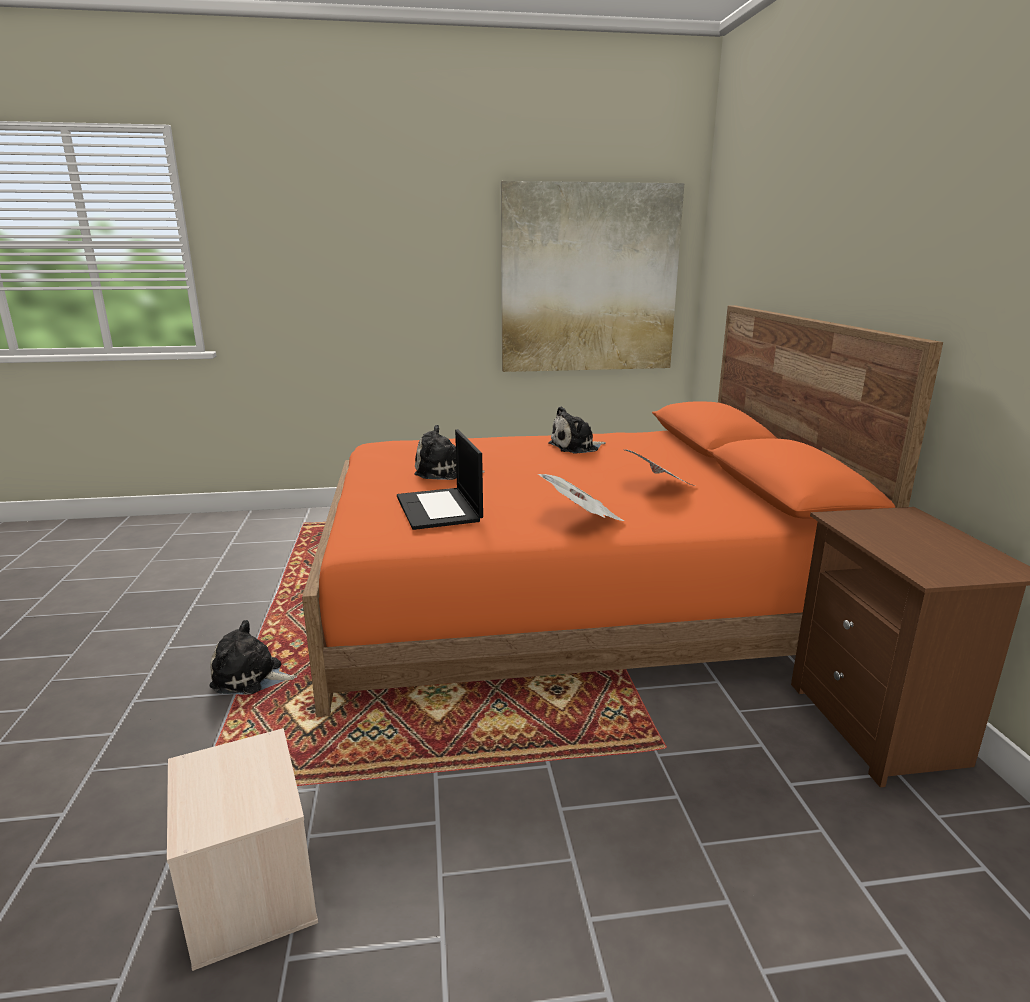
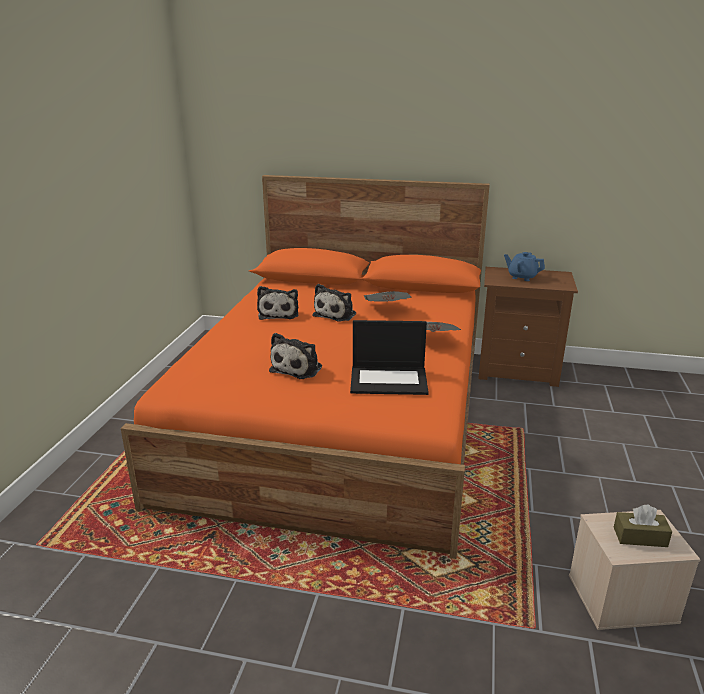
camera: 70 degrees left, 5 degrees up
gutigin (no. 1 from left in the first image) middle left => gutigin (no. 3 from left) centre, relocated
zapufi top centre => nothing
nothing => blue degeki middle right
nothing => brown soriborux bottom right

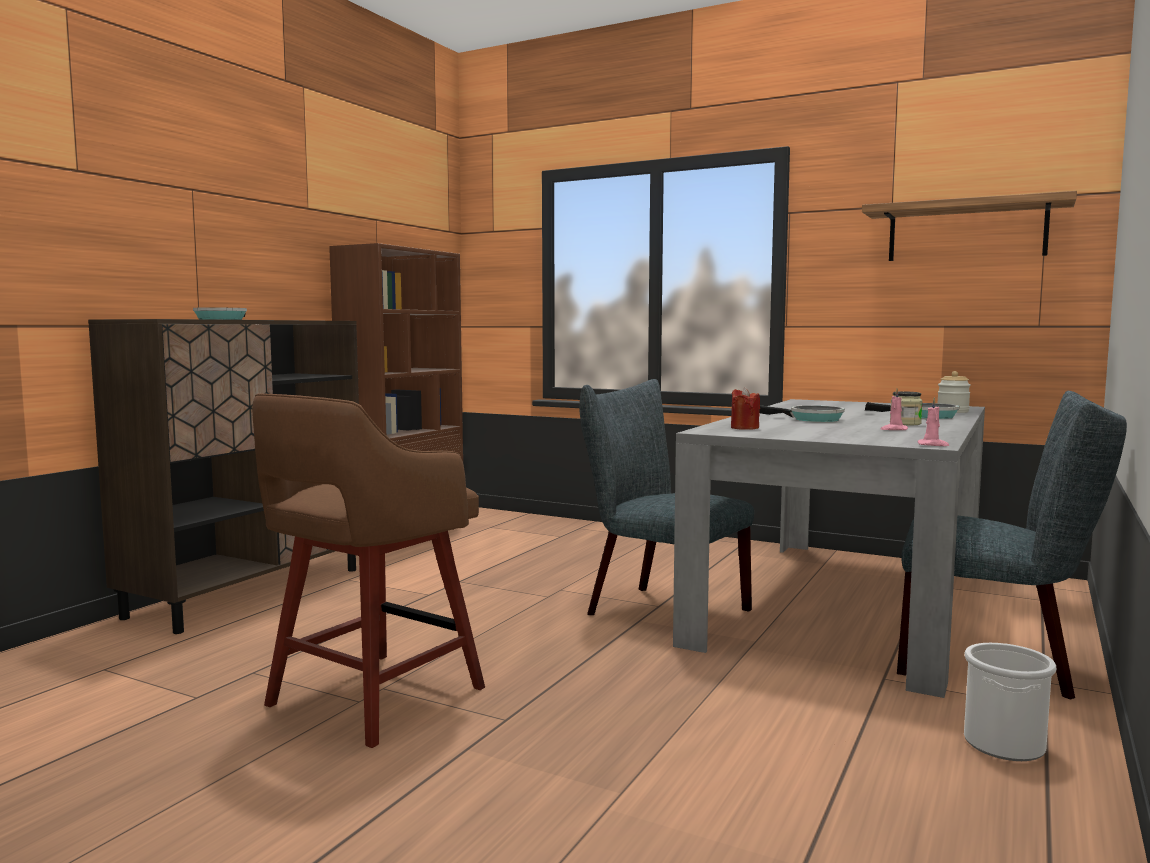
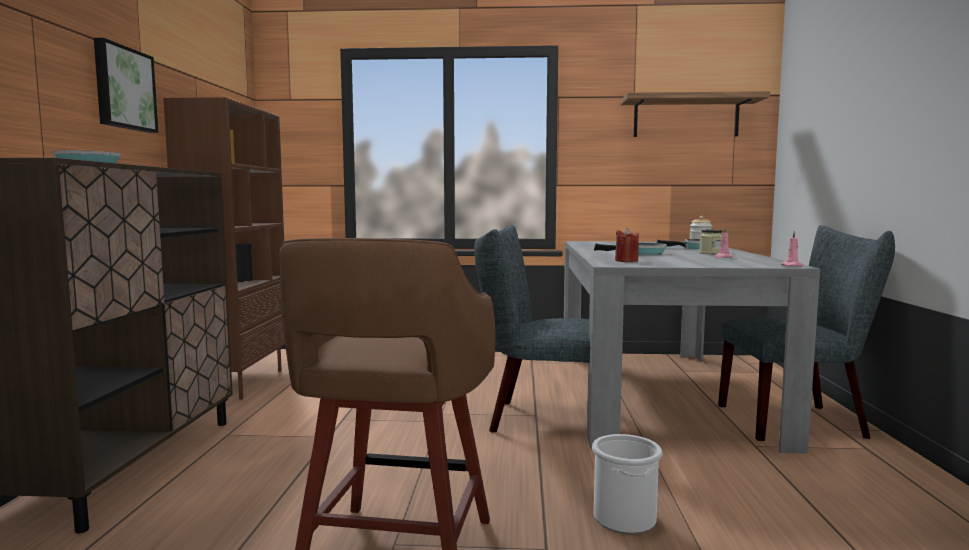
camera: 25 degrees left, 0 degrees up
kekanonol bottom right => kekanonol bottom centre, relocated
nothing => zapufi top left

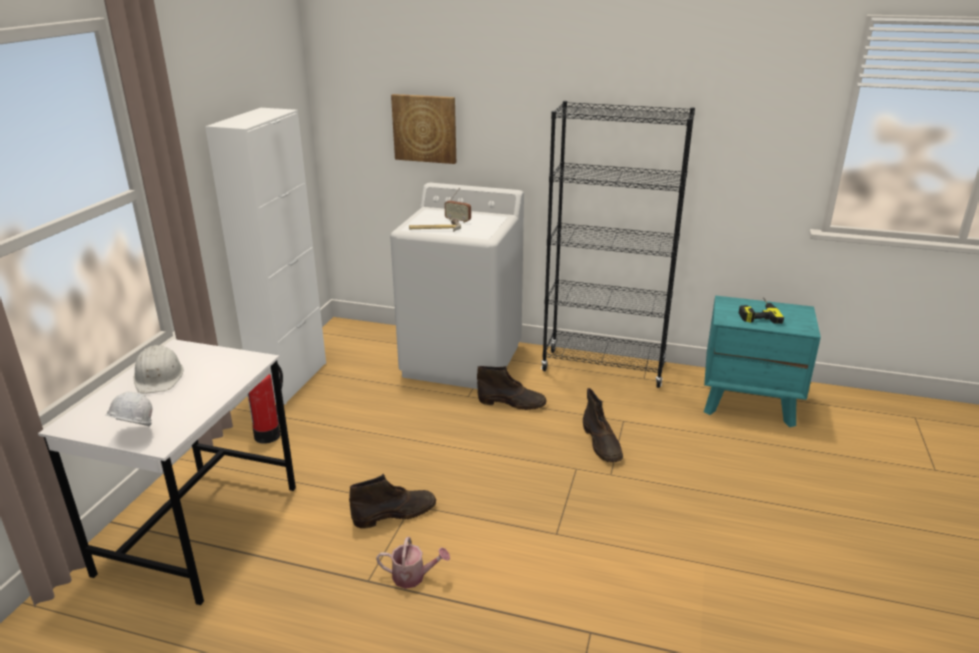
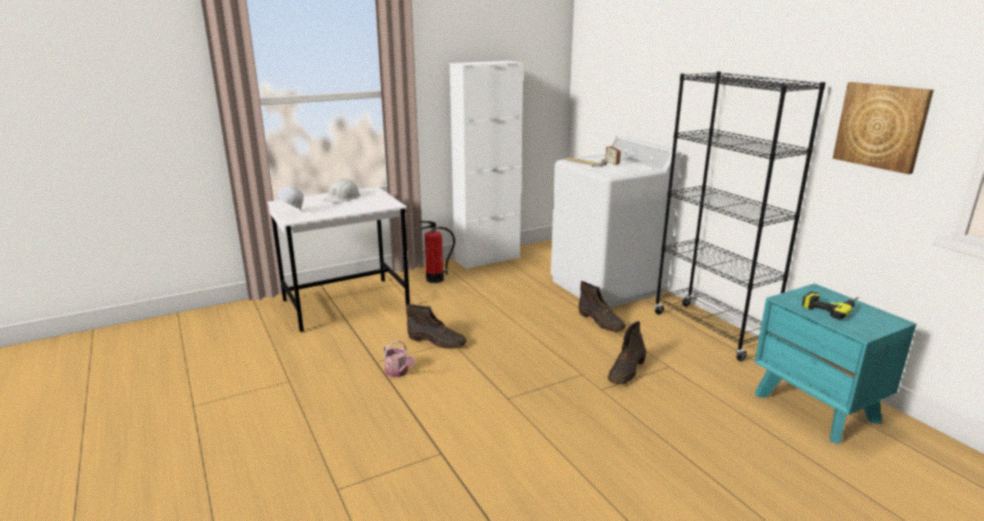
camera: 45 degrees right, 5 degrees down
zapufi top centre => zapufi top right, relocated

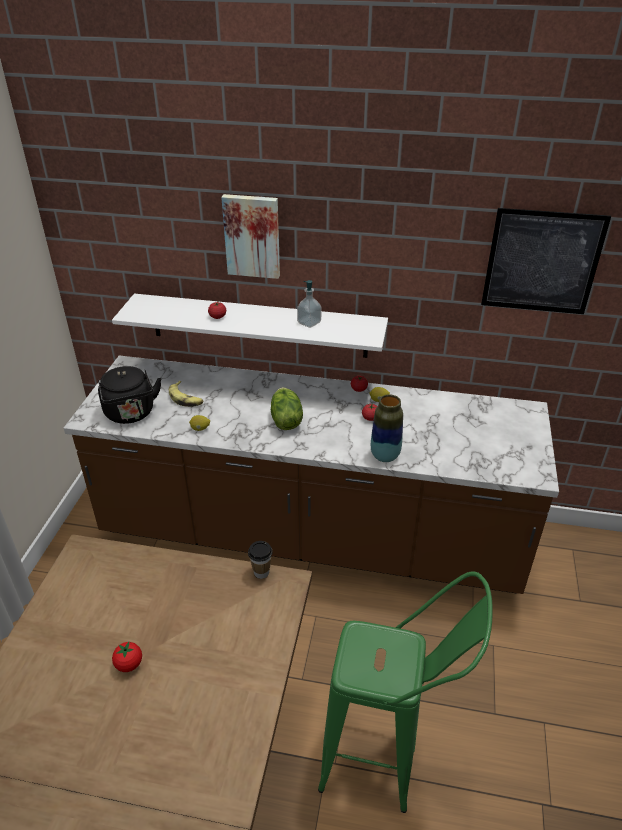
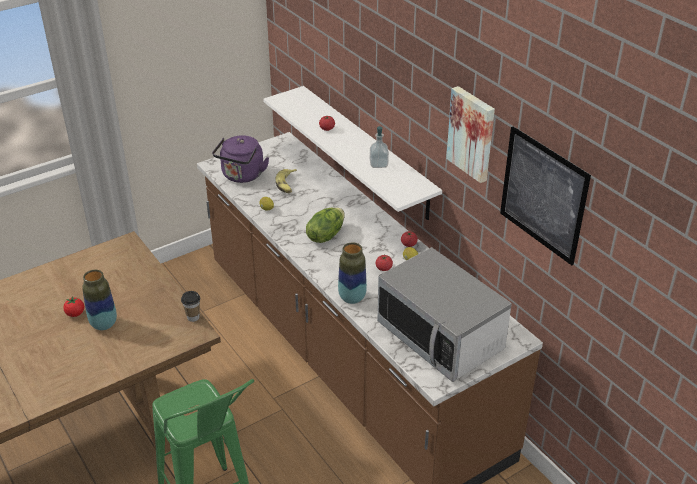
camera: 45 degrees right, 0 degrees up
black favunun middle left => purple favunun top centre
zapufi (no. 1 from left) top centre => zapufi (no. 1 from left) top right, relocated
nothing => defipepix (no. 1 from left) middle left
nothing => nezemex centre

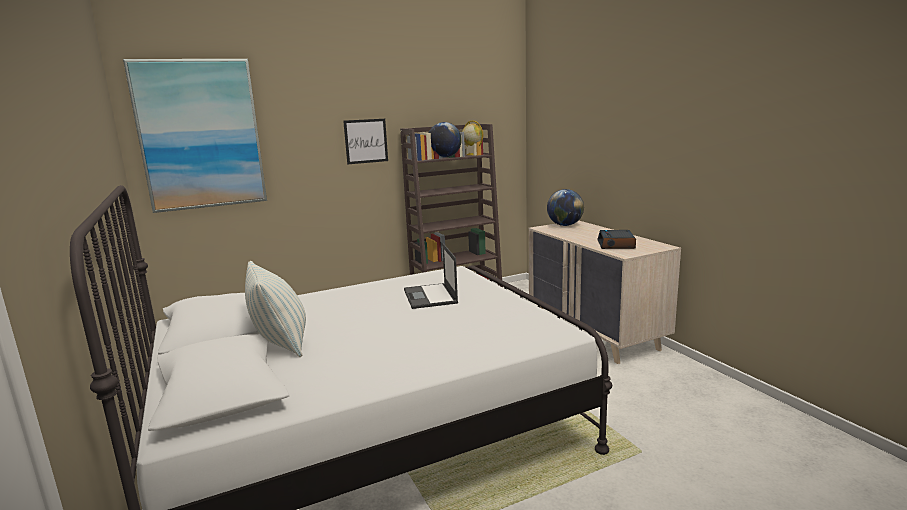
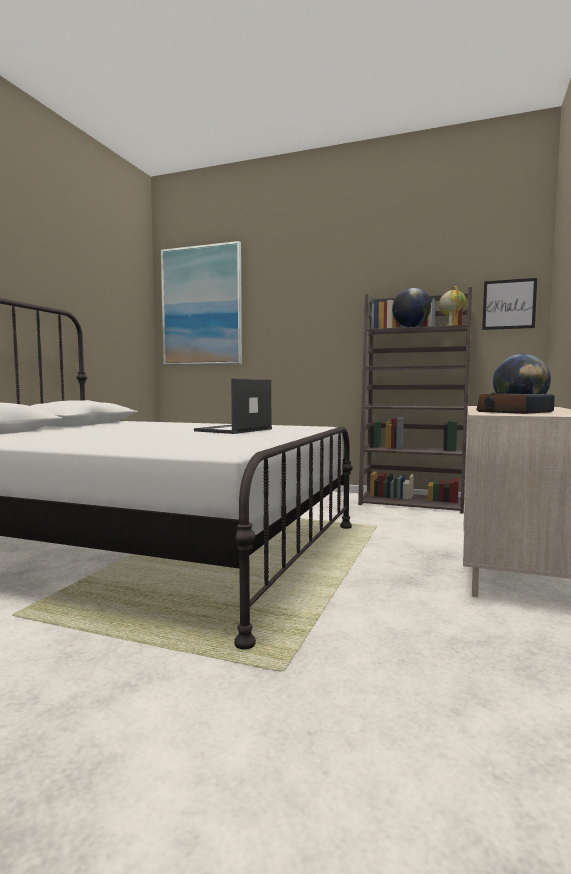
camera: 45 degrees right, 10 degrees down
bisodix middle left => nothing
zapufi (no. 2 from left) top centre => zapufi (no. 2 from left) middle right, relocated

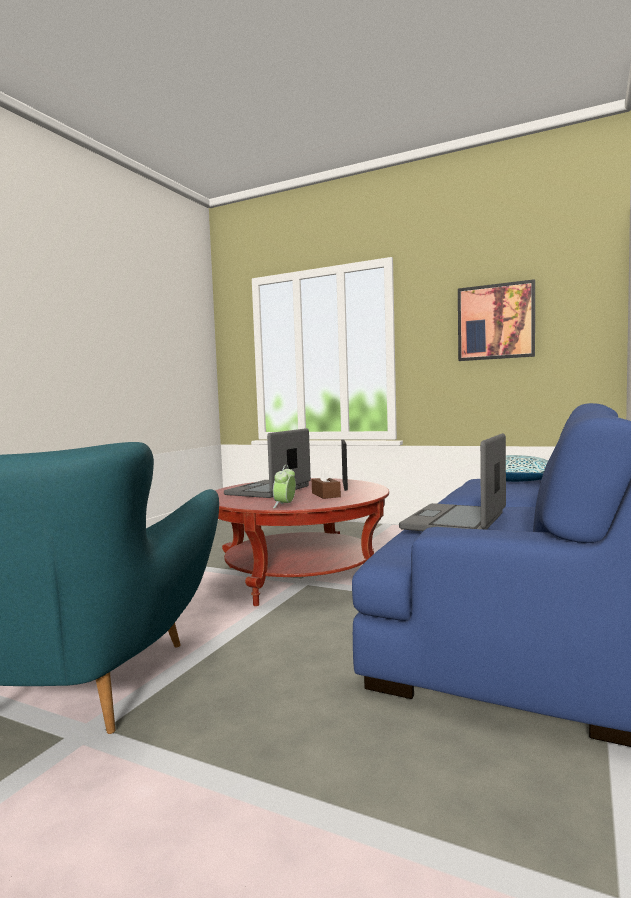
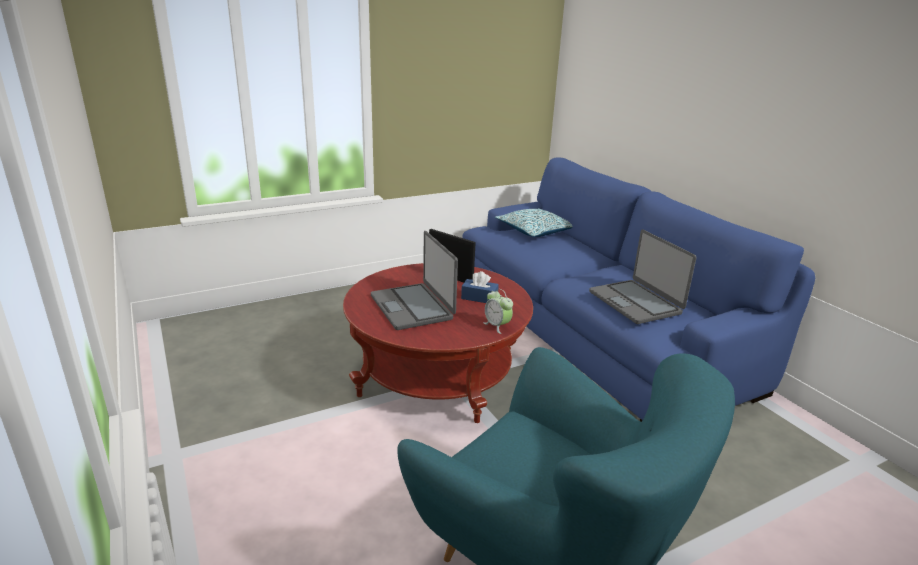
camera: 55 degrees left, 20 degrees up
brown soriborux centre => blue soriborux centre
zapufi middle right => nothing

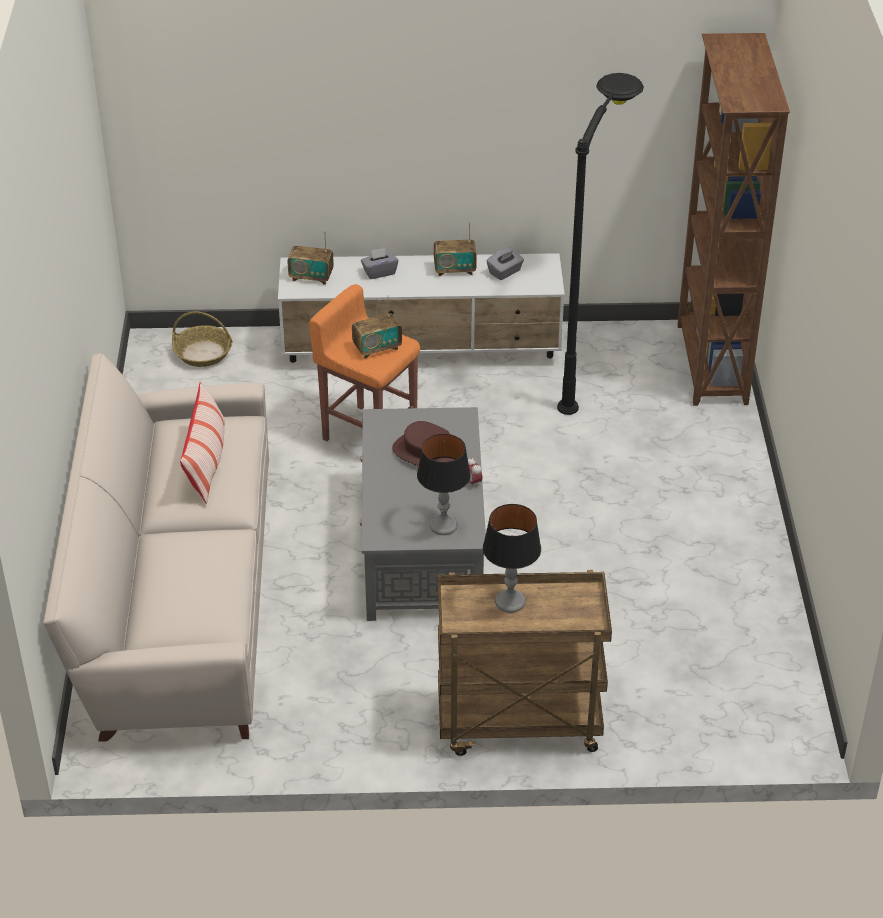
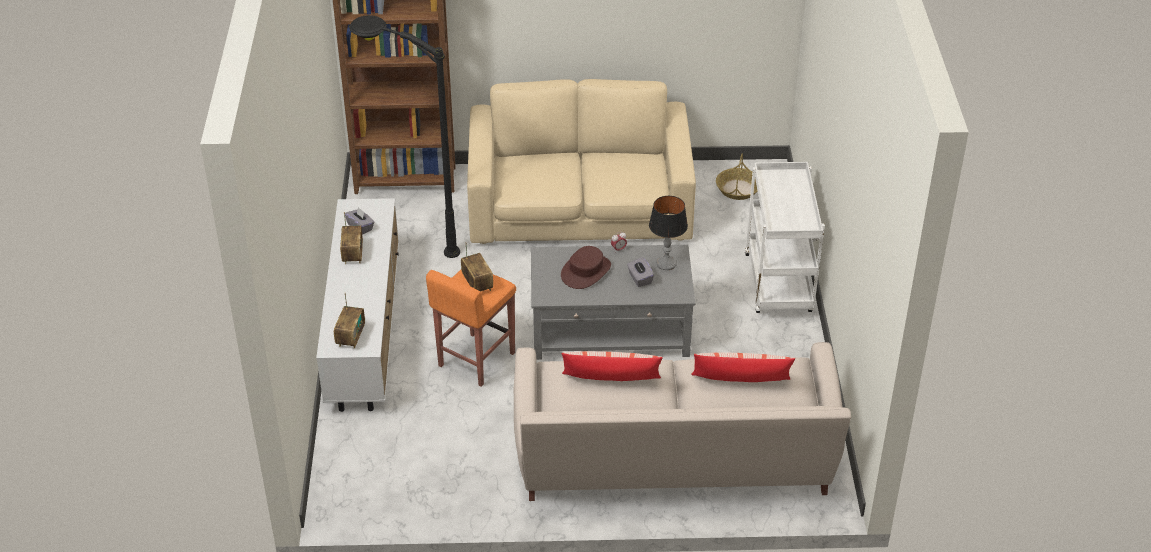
camera: 90 degrees left, 0 degrees up
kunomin middle left => kunomin top centre, relocated
grey soriborux (no. 1 from left in the first image) top centre => grey soriborux (no. 2 from left) centre, relocated
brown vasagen bottom centre => white vasagen middle right
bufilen (no. 2 from left) centre => nothing
nothing => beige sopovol (no. 1 from left) top centre
nothing => bisodix (no. 2 from left) centre

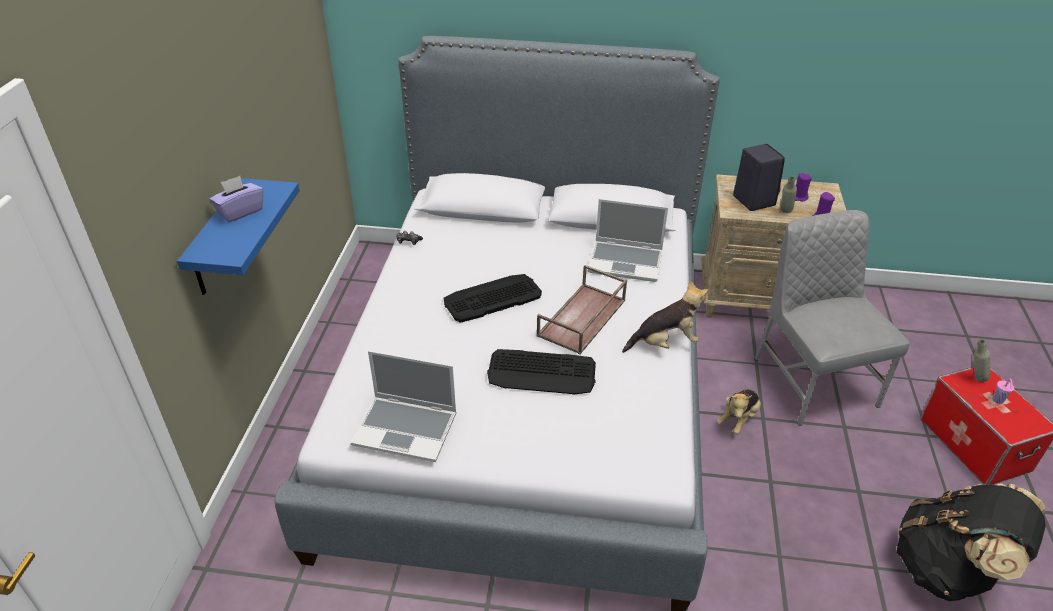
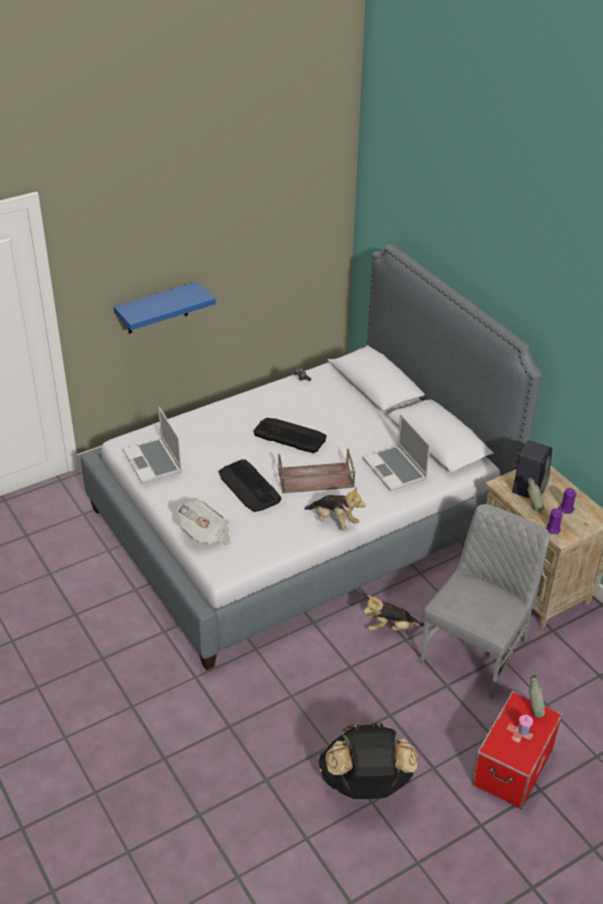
camera: 50 degrees right, 0 degrees up
purple soriborux top left => nothing
nothing => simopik centre

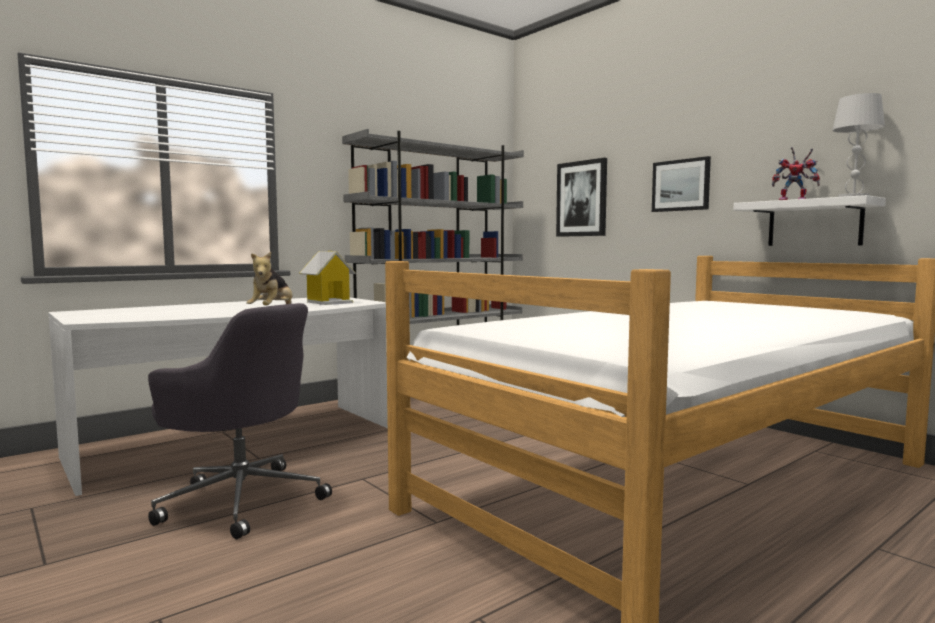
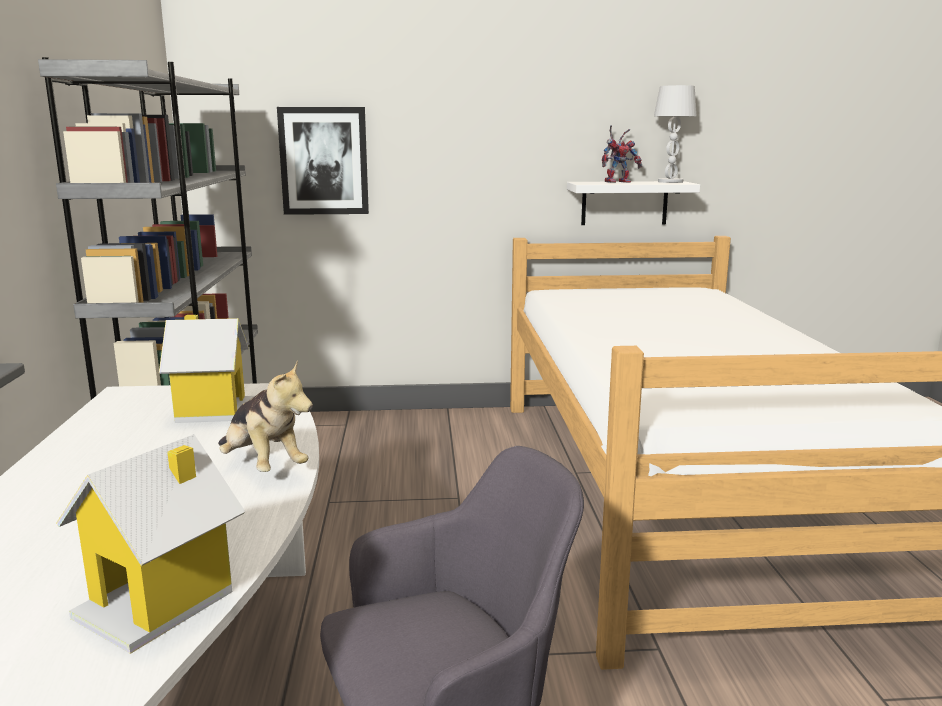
camera: 55 degrees left, 10 degrees up
zapufi (no. 2 from left) top right => nothing
nothing => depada (no. 1 from left) bottom left

